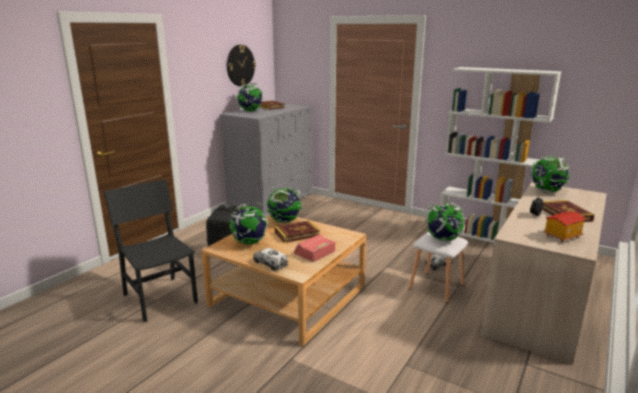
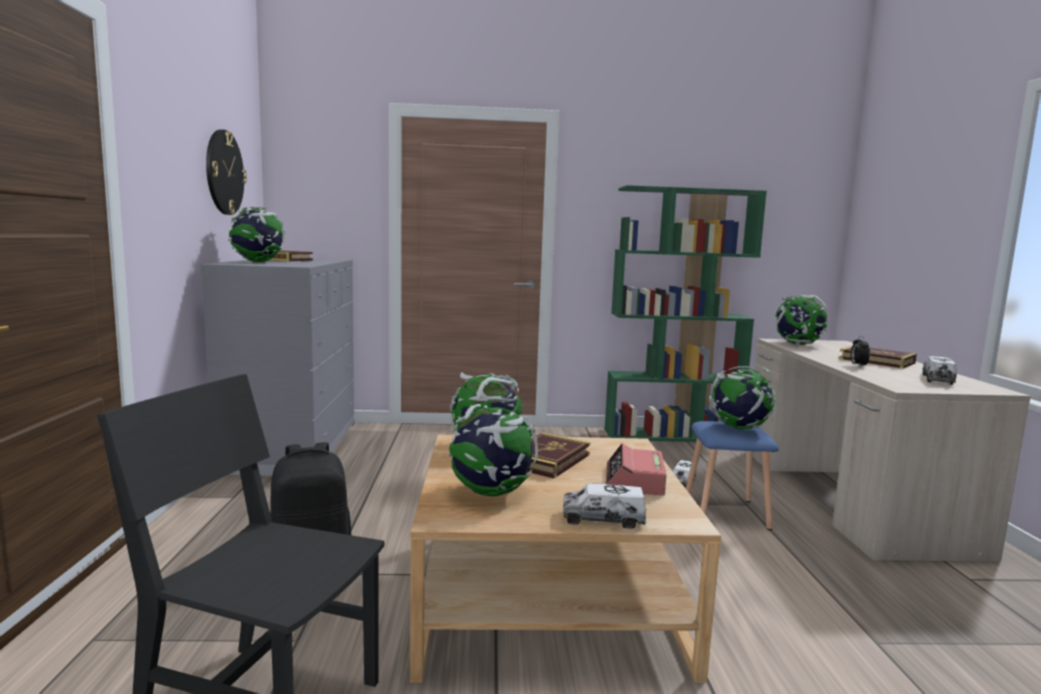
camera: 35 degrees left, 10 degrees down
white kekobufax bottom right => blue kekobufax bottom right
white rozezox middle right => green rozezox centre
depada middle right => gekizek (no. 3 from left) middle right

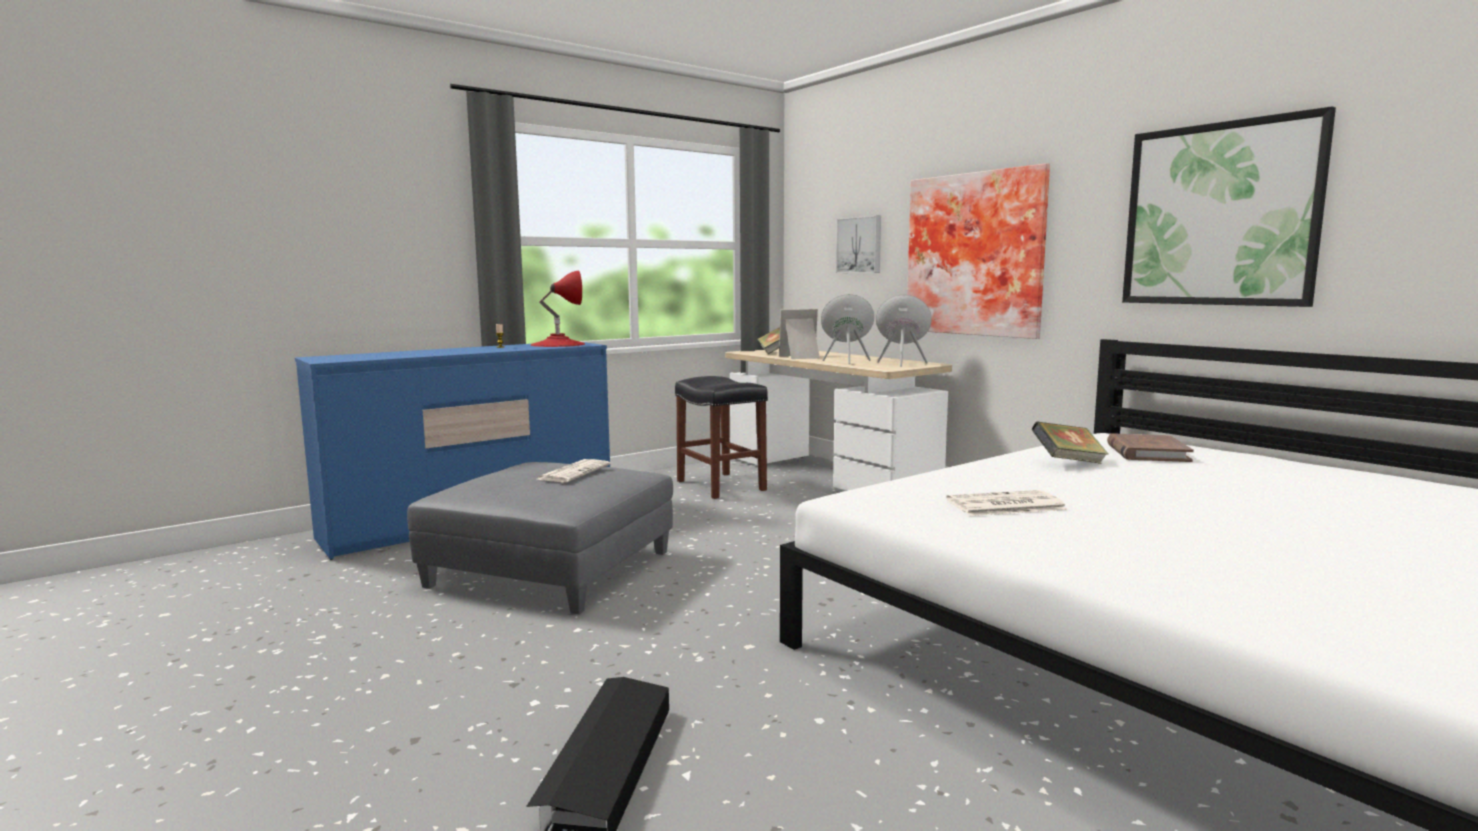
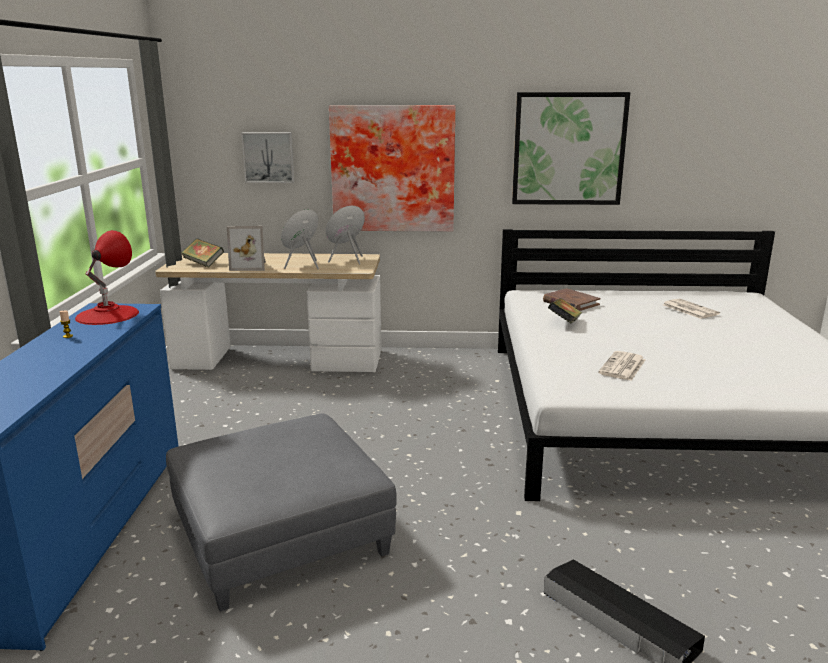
camera: 50 degrees left, 10 degrees up
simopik (no. 1 from left in the first image) centre => simopik (no. 2 from left) middle right, relocated
black kekobufax centre => nothing
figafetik centre => figafetik middle left, 120 degrees counterclockwise

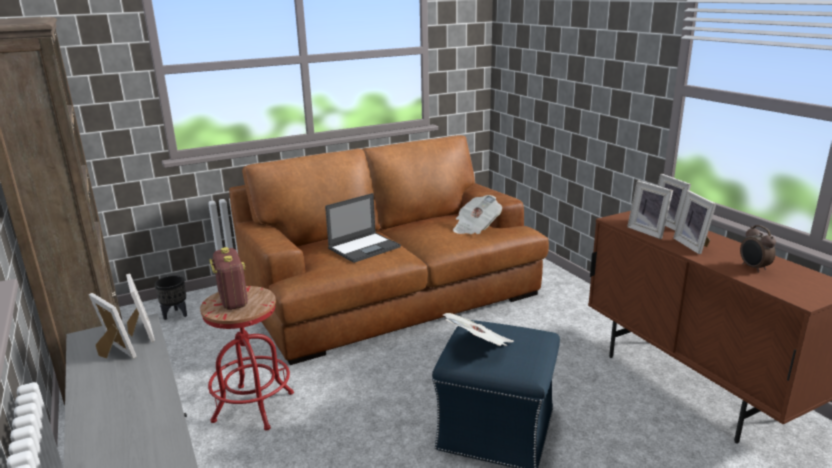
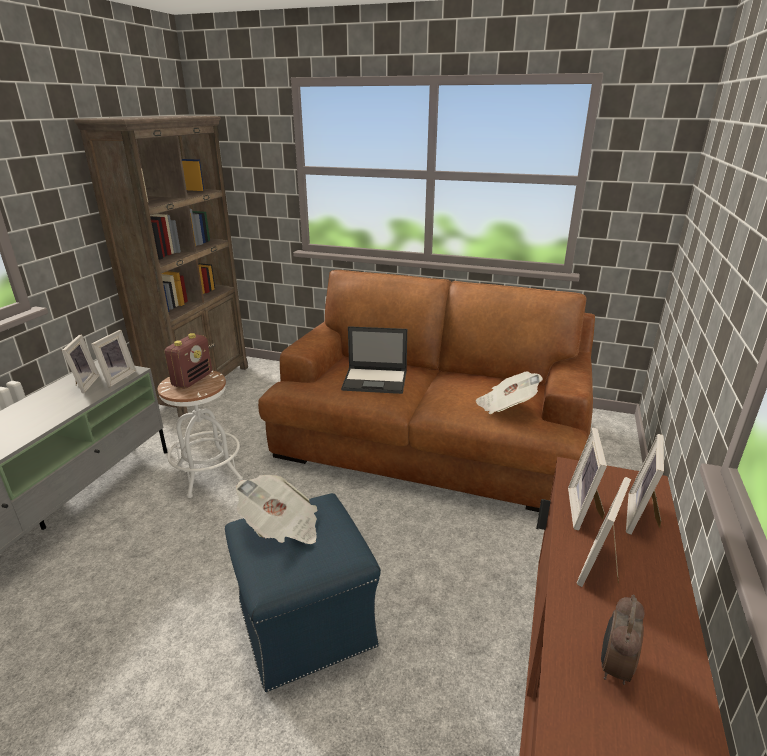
camera: 45 degrees right, 5 degrees up
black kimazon middle left => nothing
red kekobufax bottom left => white kekobufax middle left

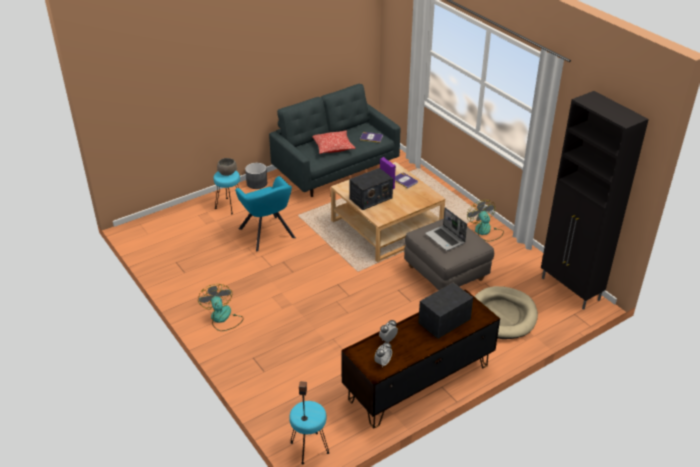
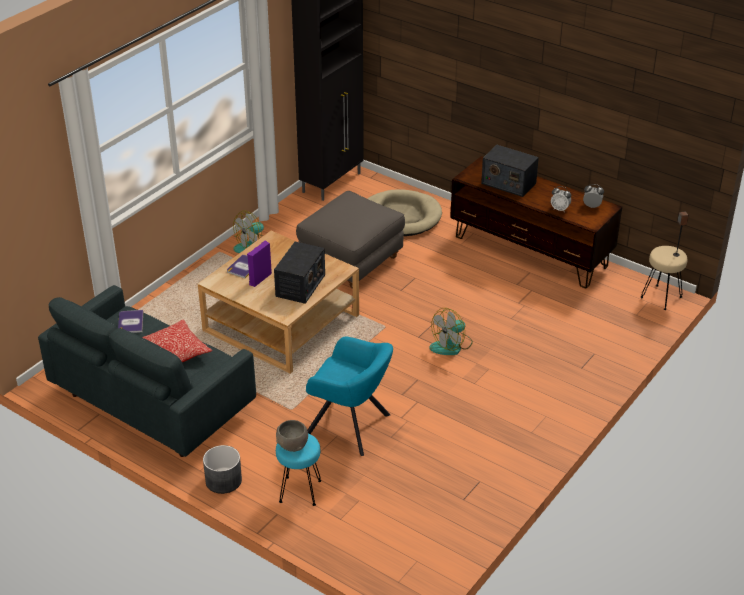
camera: 110 degrees left, 0 degrees up
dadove (no. 1 from left in the first image) middle left => dadove (no. 2 from left) centre, relocated
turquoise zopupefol centre, 75 degrees clockwise
turquoise kekobufax (no. 2 from left) bottom centre => beige kekobufax middle right
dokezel (no. 1 from left) centre, 75 degrees clockwise
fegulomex centre => nothing

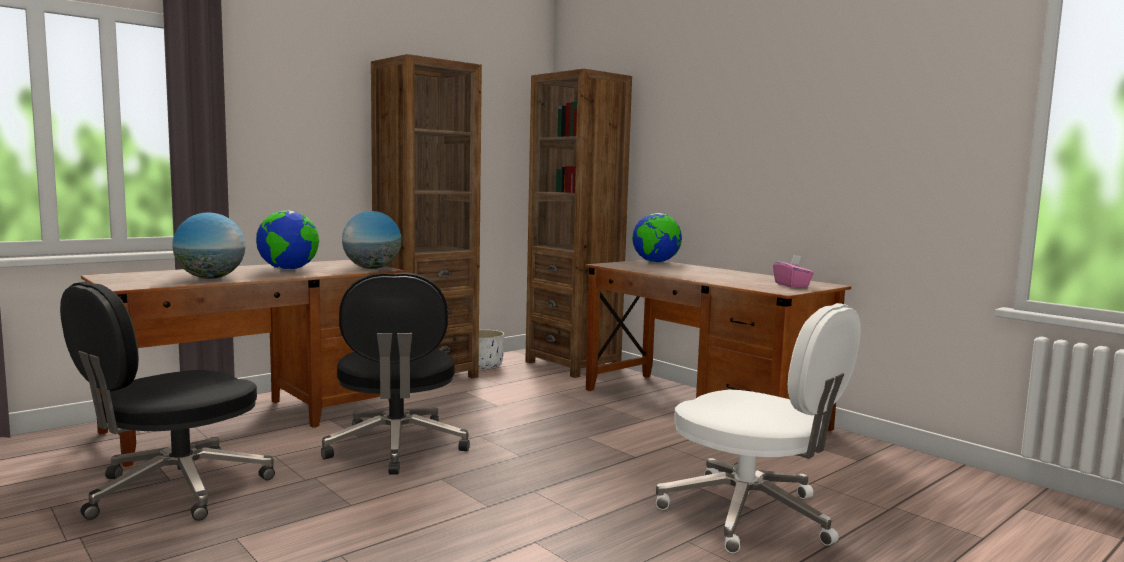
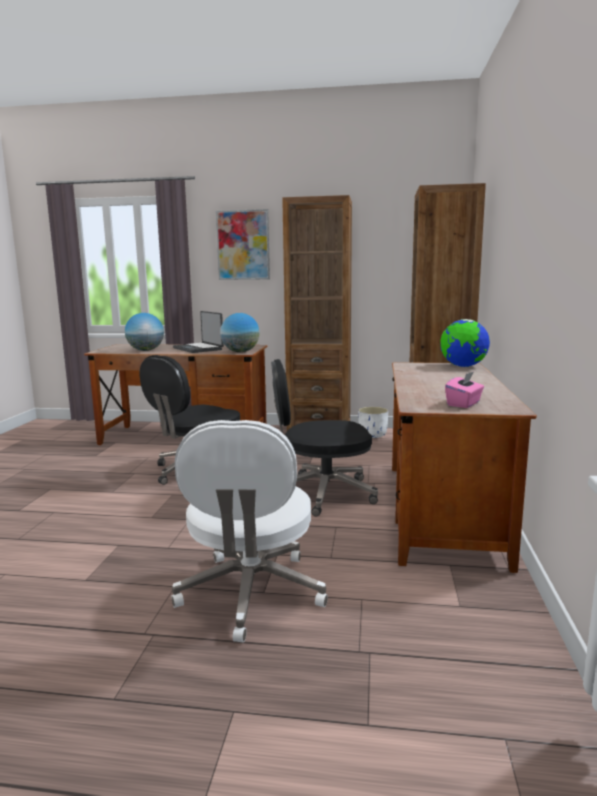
camera: 50 degrees right, 5 degrees up
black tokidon (no. 1 from left in the first image) bottom left => black tokidon (no. 2 from left) centre, relocated
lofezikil (no. 2 from left) middle left => fegulomex middle left
nothing => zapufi top centre

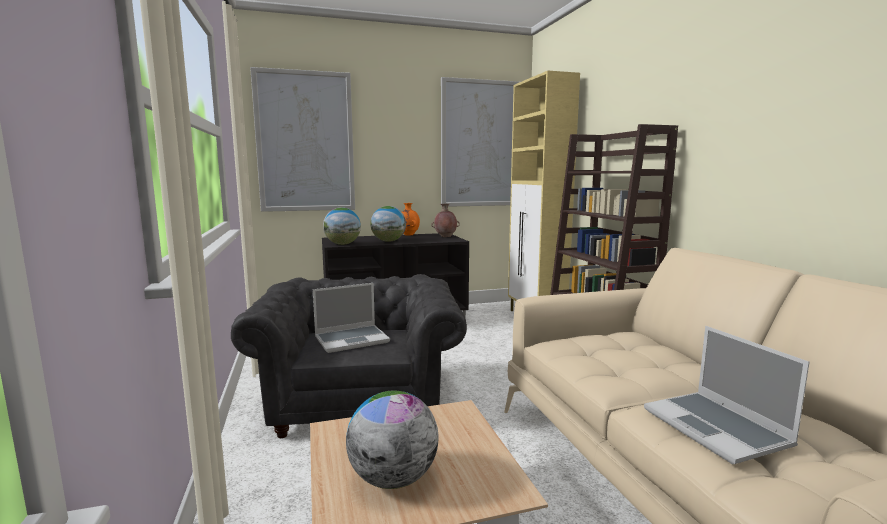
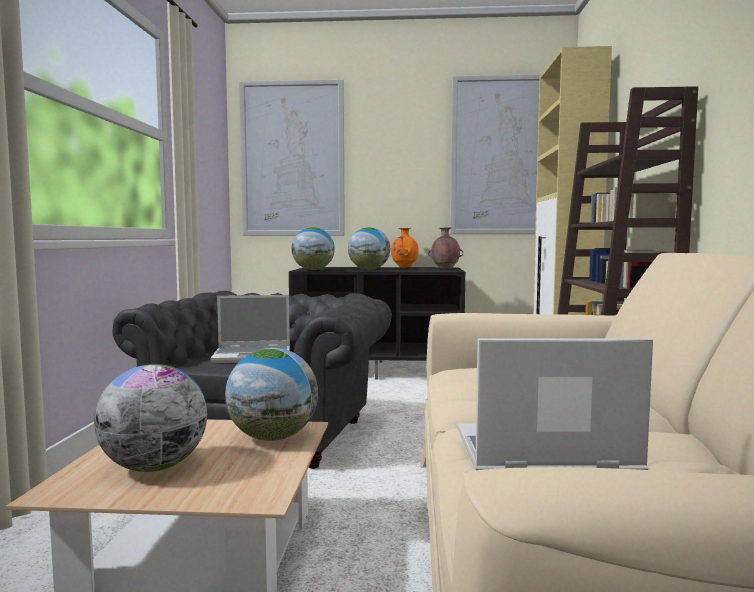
camera: 20 degrees right, 5 degrees down
fegulomex (no. 2 from left) bottom right, 90 degrees clockwise
nothing => lofezikil (no. 2 from left) centre

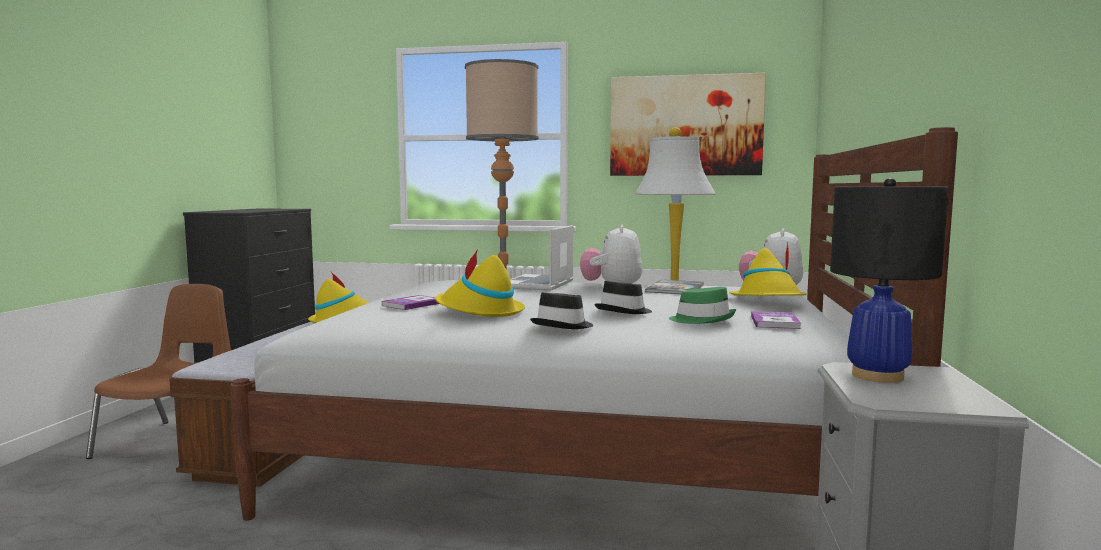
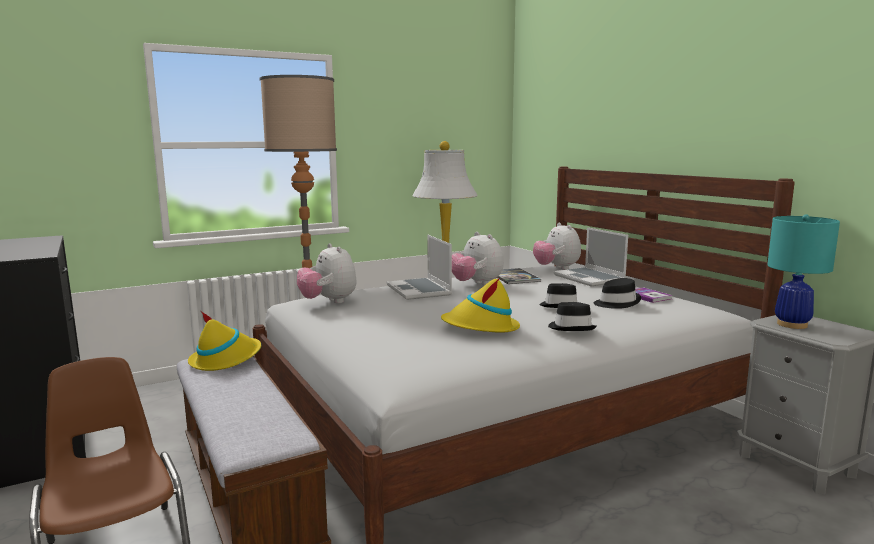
camera: 40 degrees left, 5 degrees up
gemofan (no. 1 from left) centre => nothing
zapufi top centre => nothing
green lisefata centre => black lisefata (no. 3 from left) middle right
yellow lisefata (no. 3 from left) middle right => fegulomex (no. 2 from left) middle right
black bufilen middle right => turquoise bufilen middle right
nothing => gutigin (no. 1 from left) centre

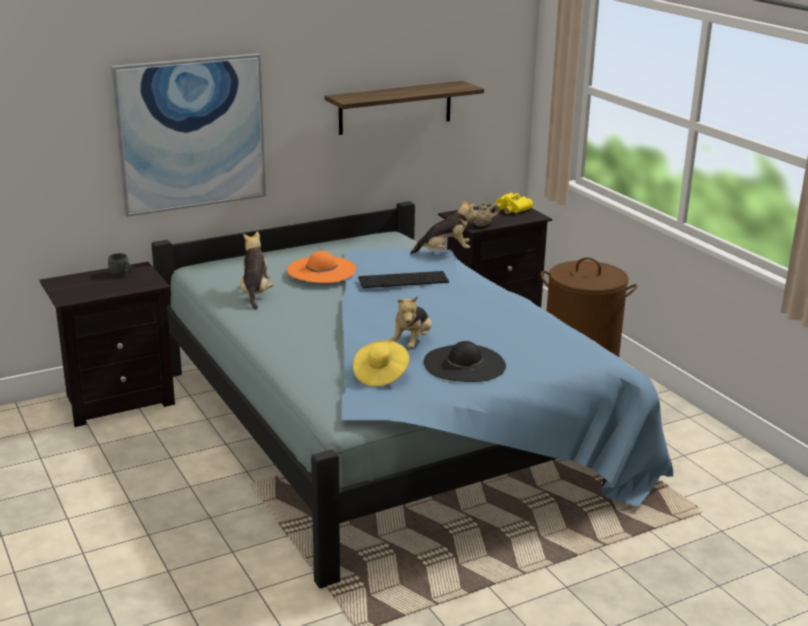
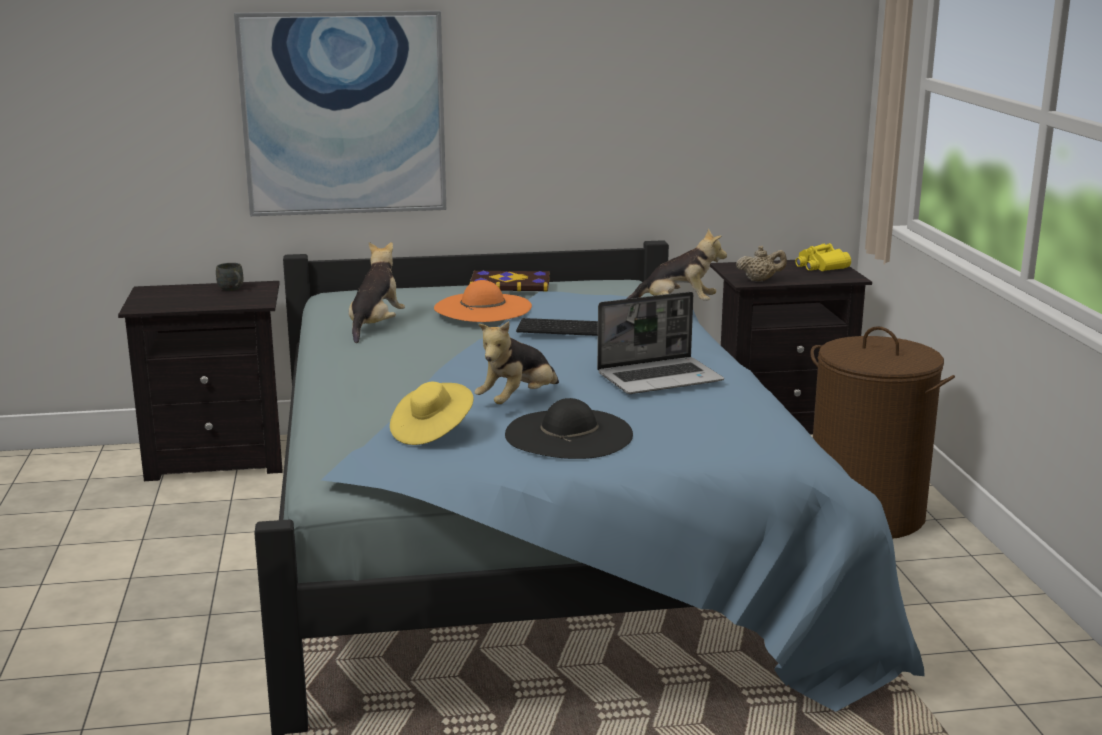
camera: 20 degrees right, 5 degrees down
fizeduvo top centre => nothing
nothing => gemofan centre
nothing => fegulomex centre

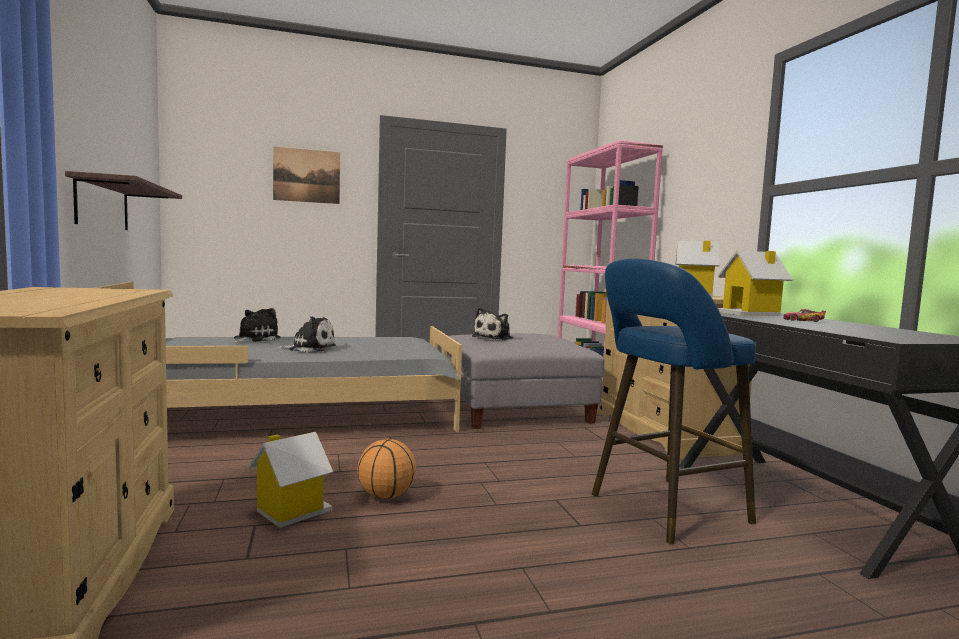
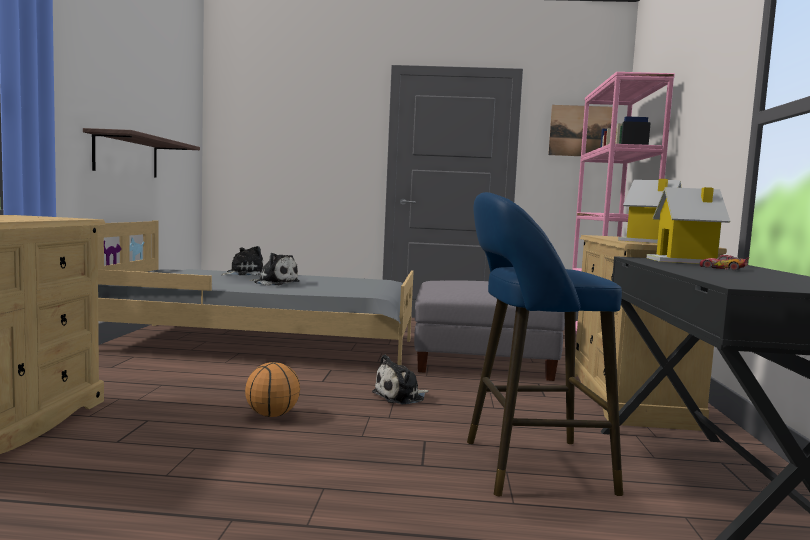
camera: 20 degrees right, 0 degrees up
depada (no. 1 from left) bottom left => nothing
zapufi top left => zapufi top right, relocated
gutigin (no. 3 from left) centre => gutigin (no. 3 from left) bottom centre, relocated

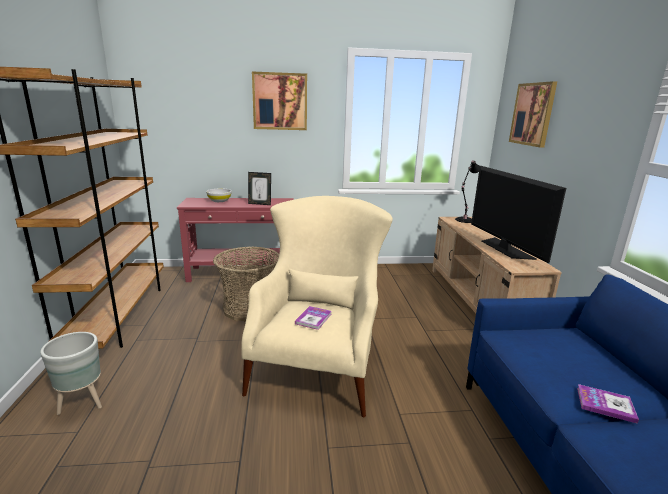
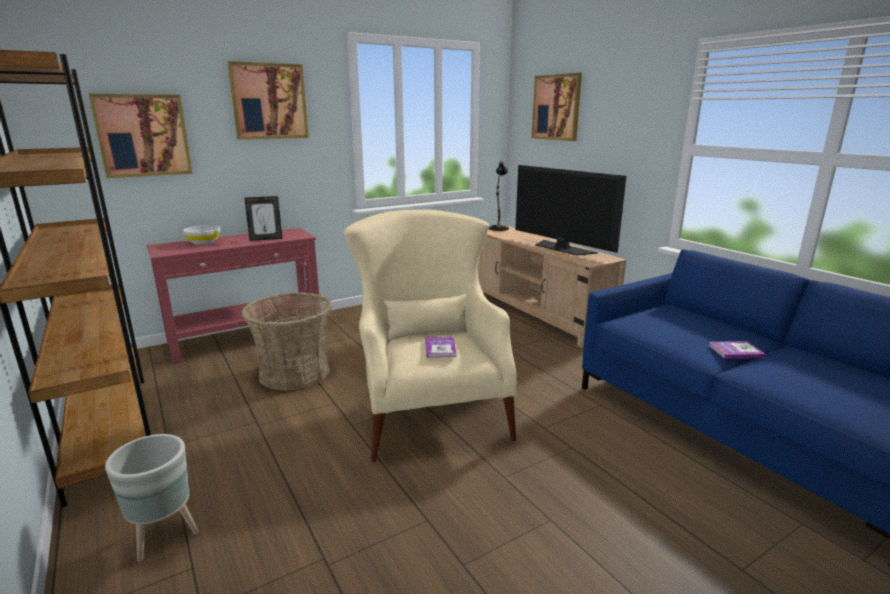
camera: 25 degrees left, 0 degrees up
nothing => zapufi (no. 1 from left) top left

